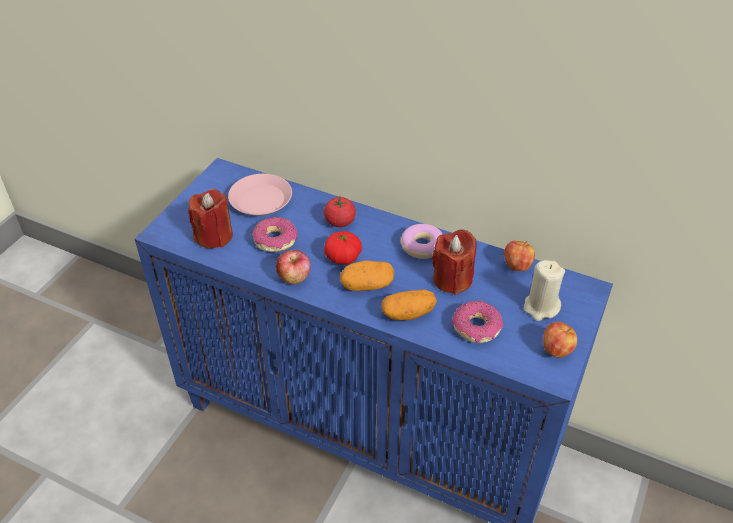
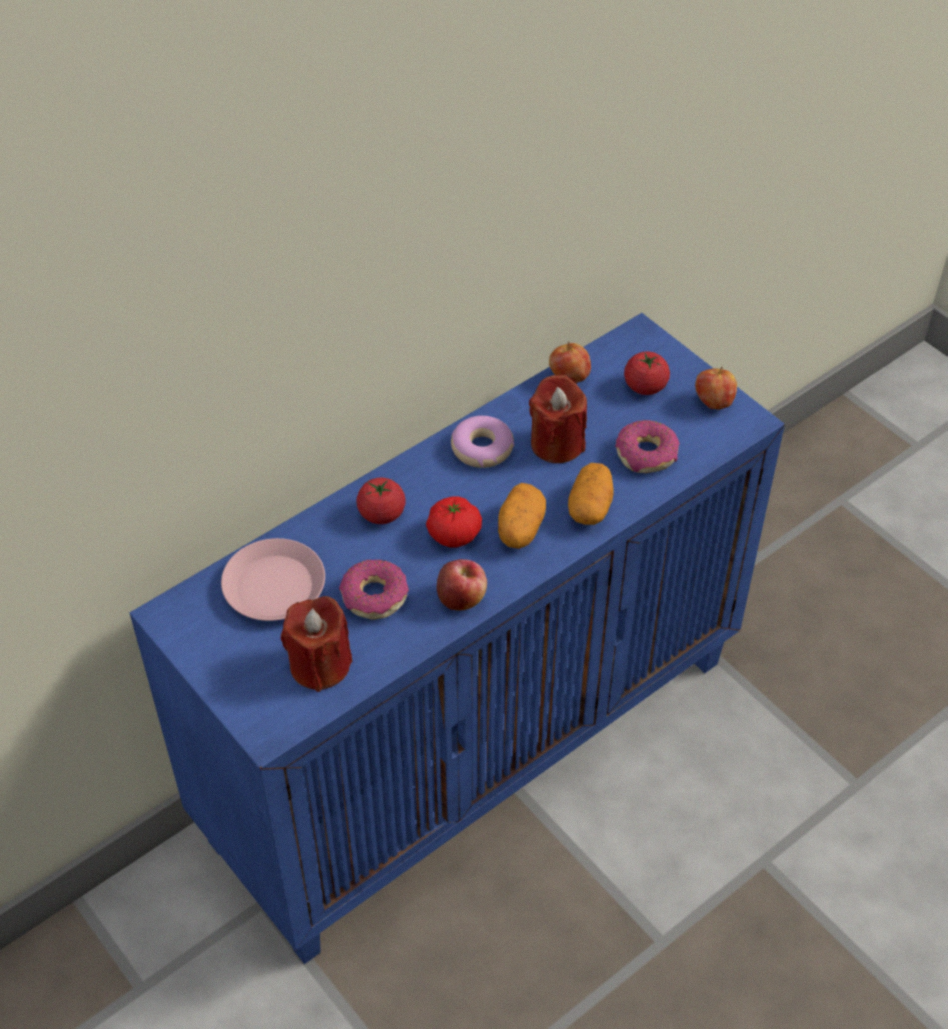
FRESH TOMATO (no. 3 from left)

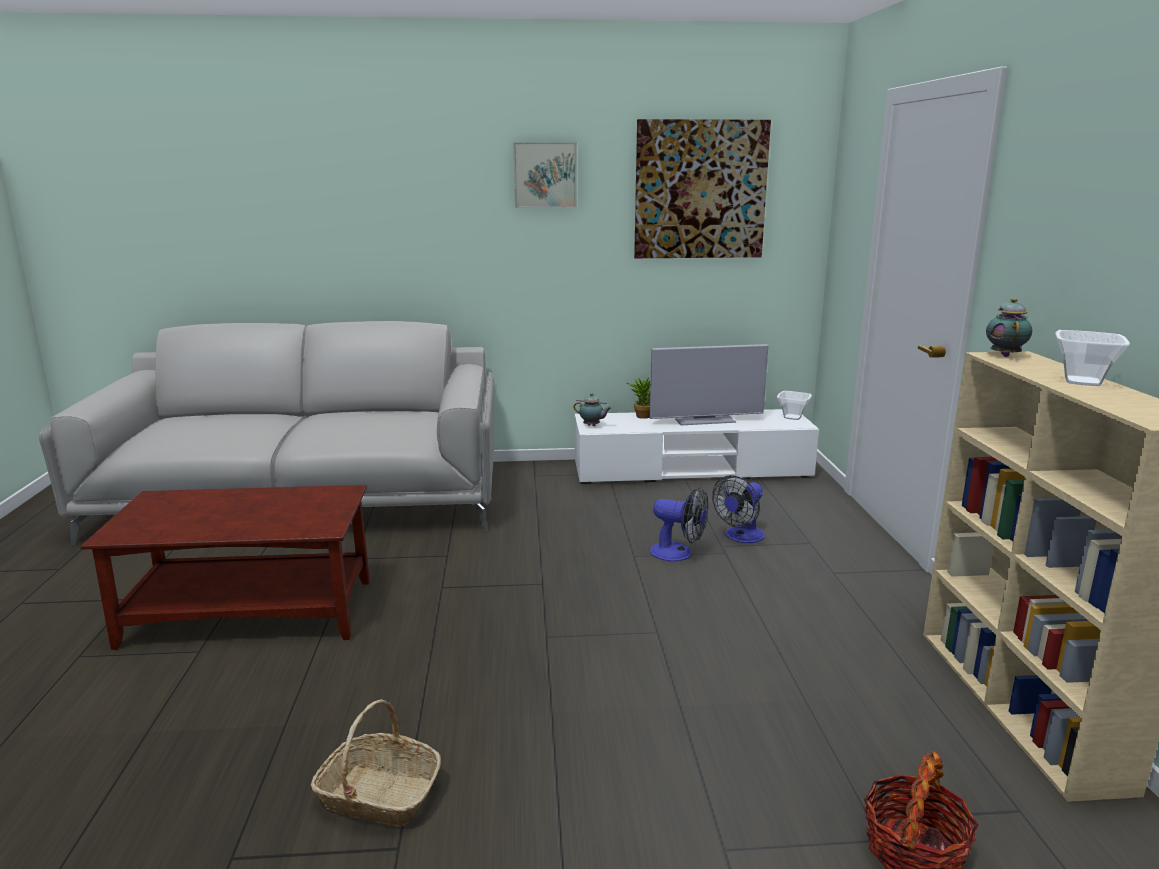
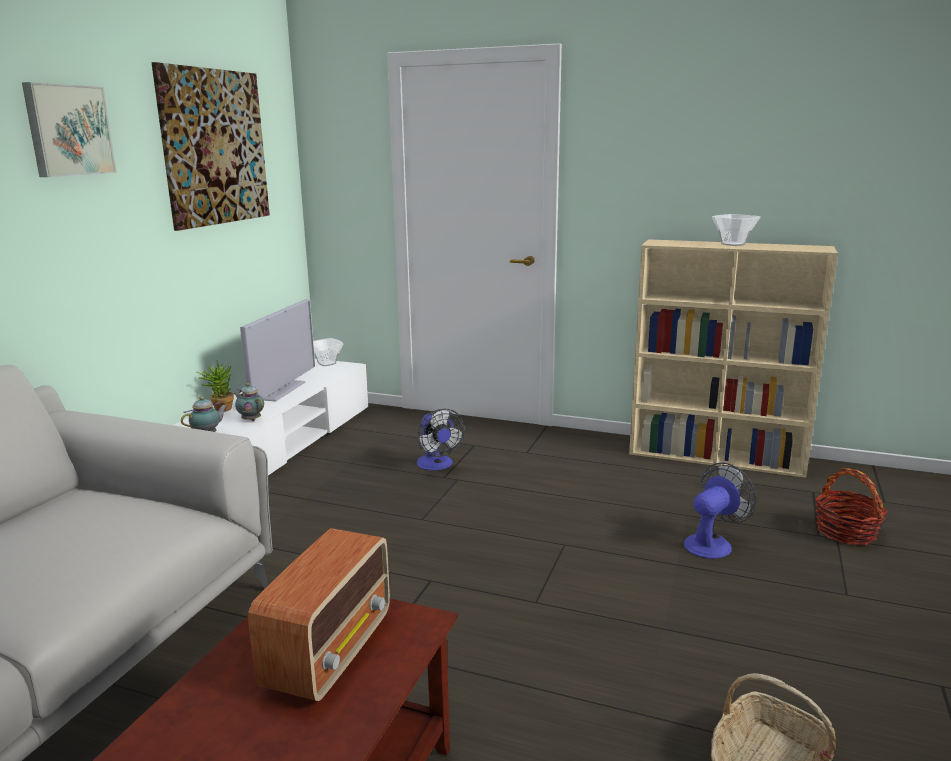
TEAPOT (no. 2 from left)
RADIO
COOLING FAN (no. 2 from left)

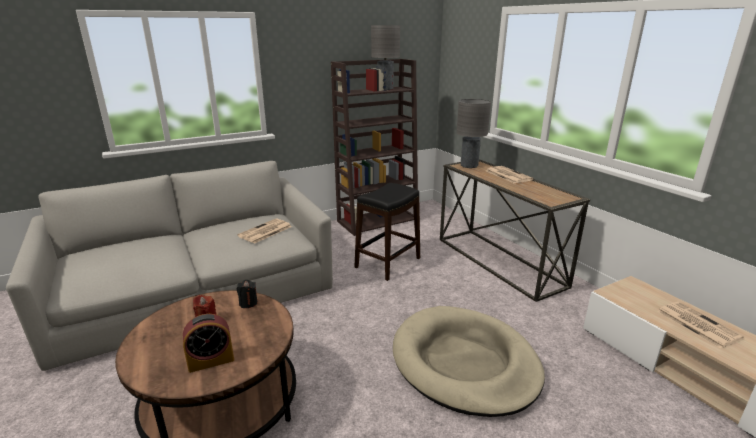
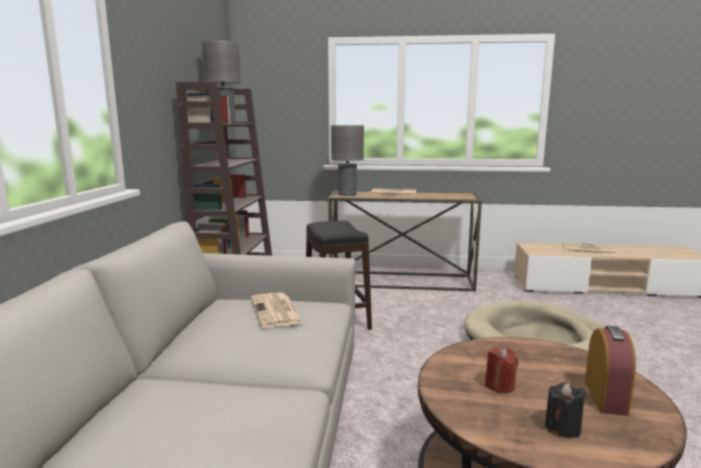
BLACK CANDLE

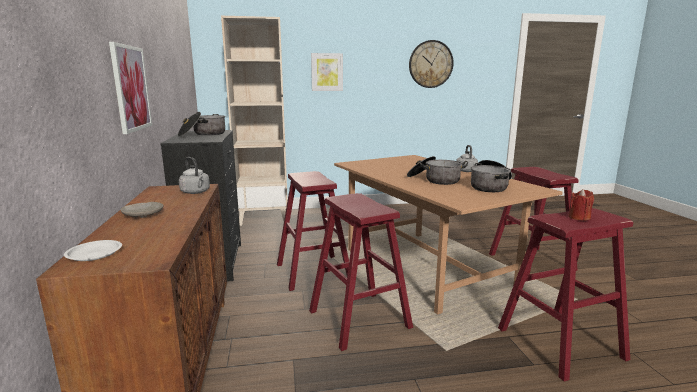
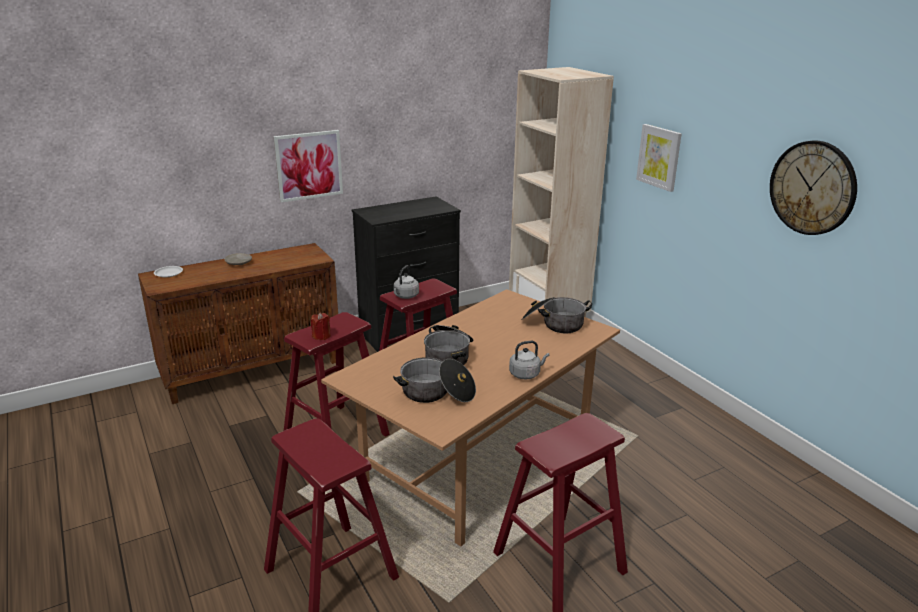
RED-COLOURED CANDLE
GRAY WATER KETTLE (no. 1 from left)
STOCKPOT (no. 3 from left)

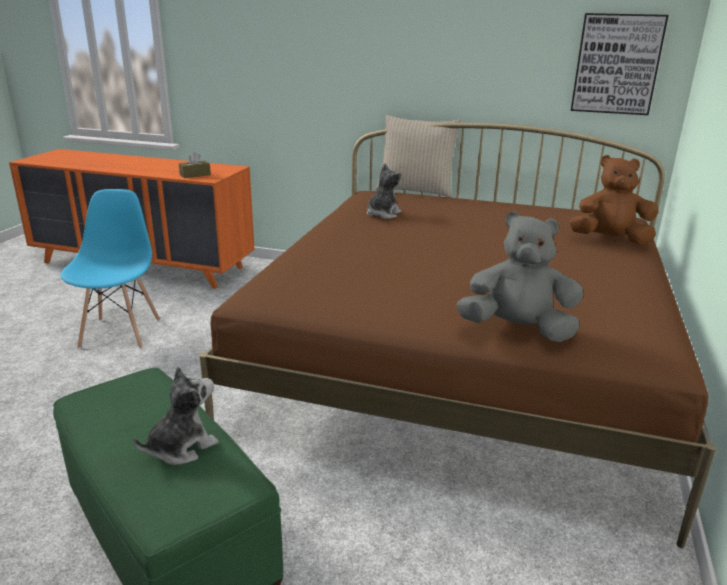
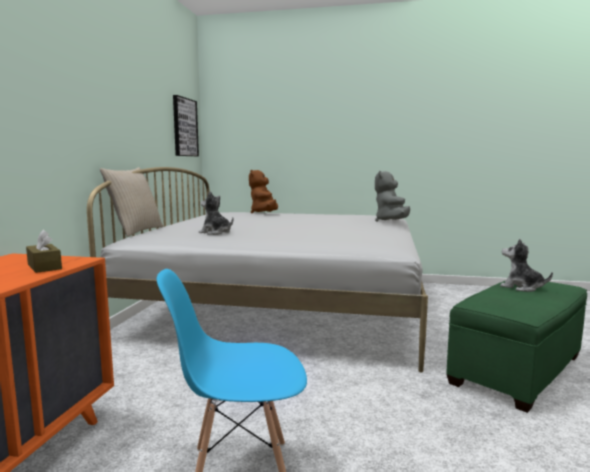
WHITISH SLEEPING BED

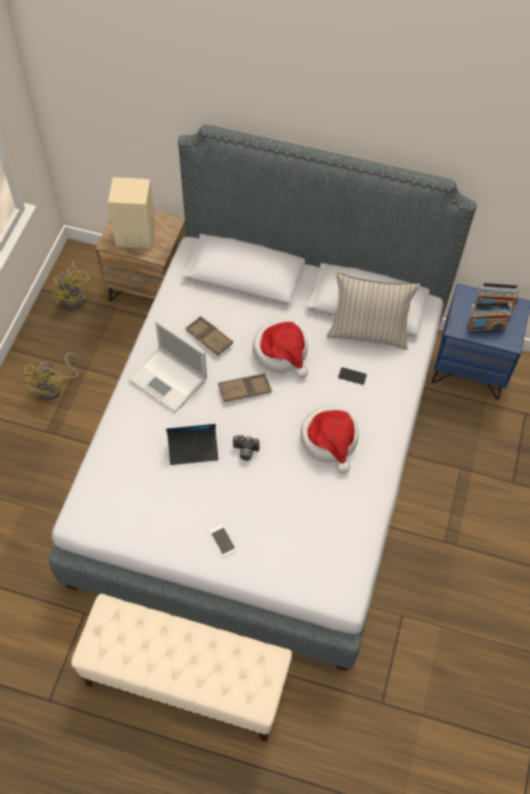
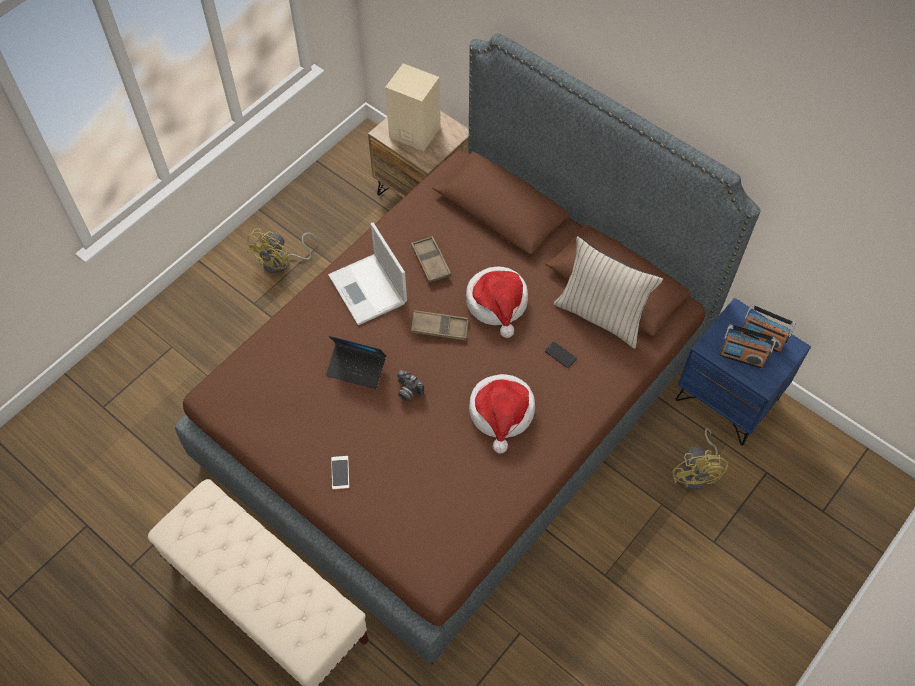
BROWN-COLOURED SLEEPING BED
YELLOWISH COOLING FAN (no. 2 from left)

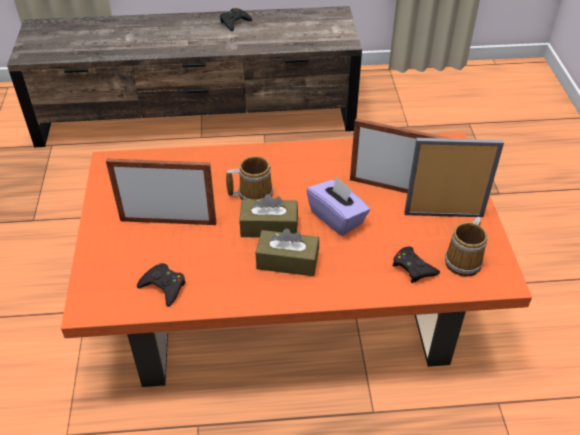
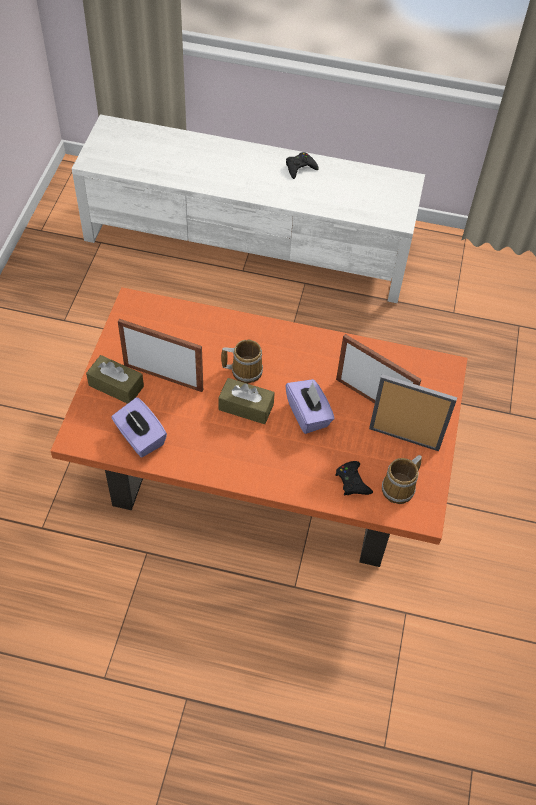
WHITISH MEDIA CONSOLE
BROWN-COLOURED TISSUE HOLDER (no. 1 from left)
PURPLISH TISSUE HOLDER (no. 1 from left)

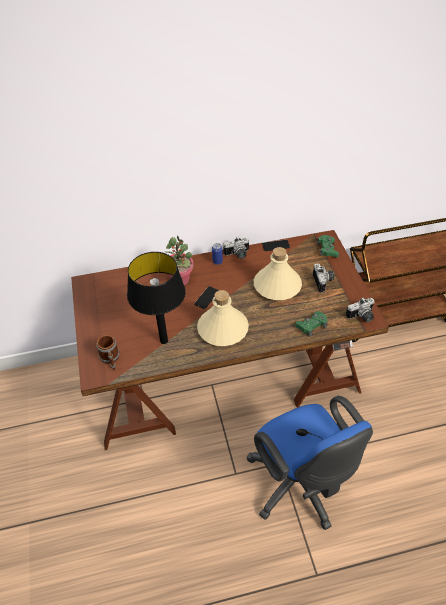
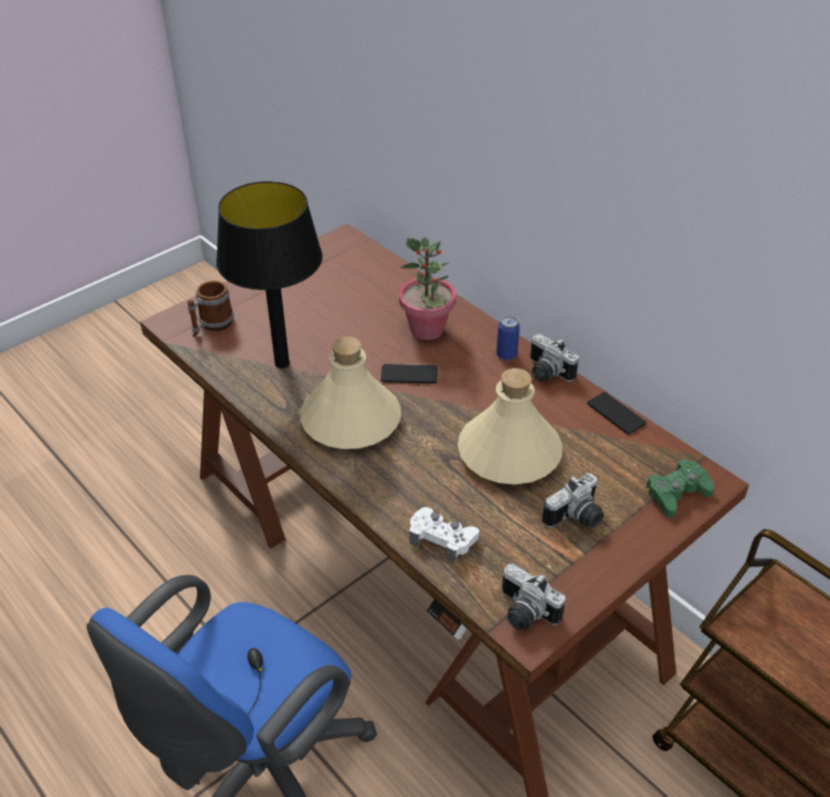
WHITISH GAME CONTROLLER

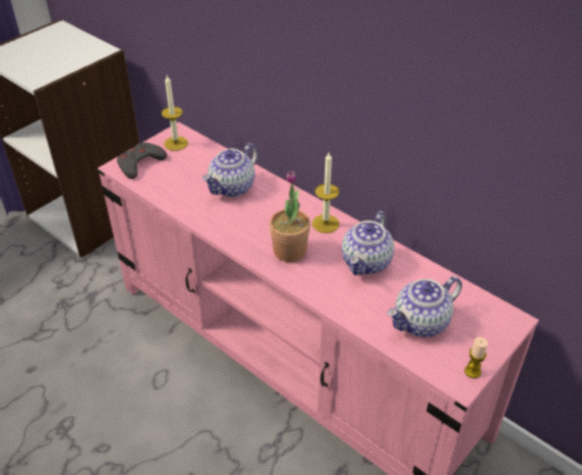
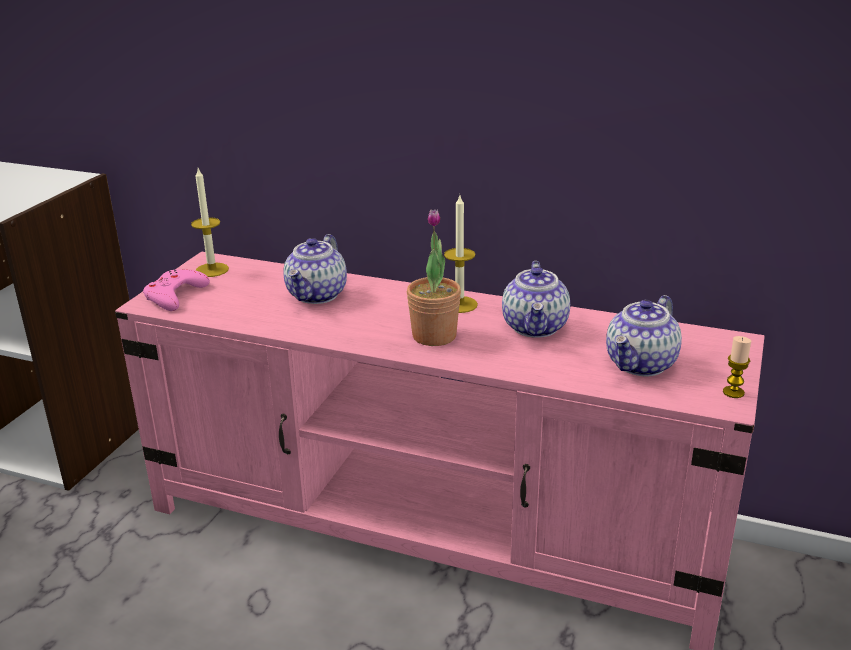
PINK-COLOURED GAME CONTROLLER

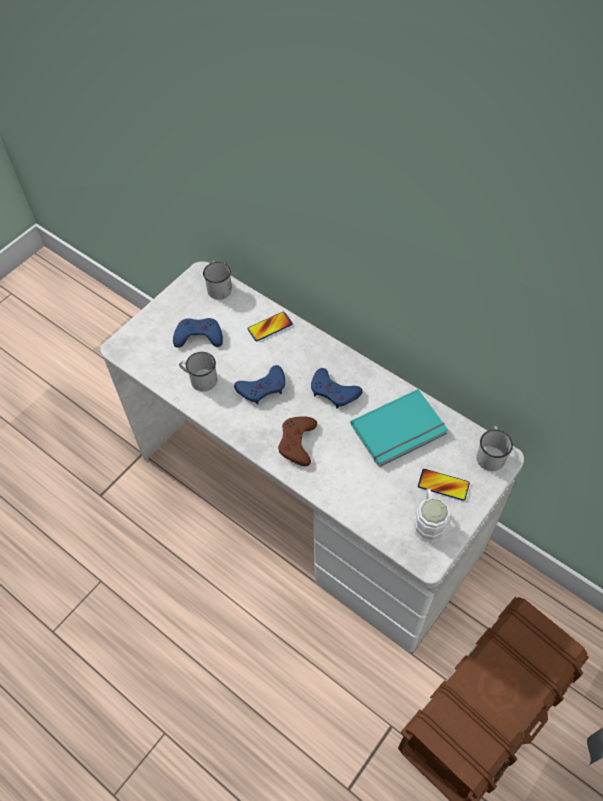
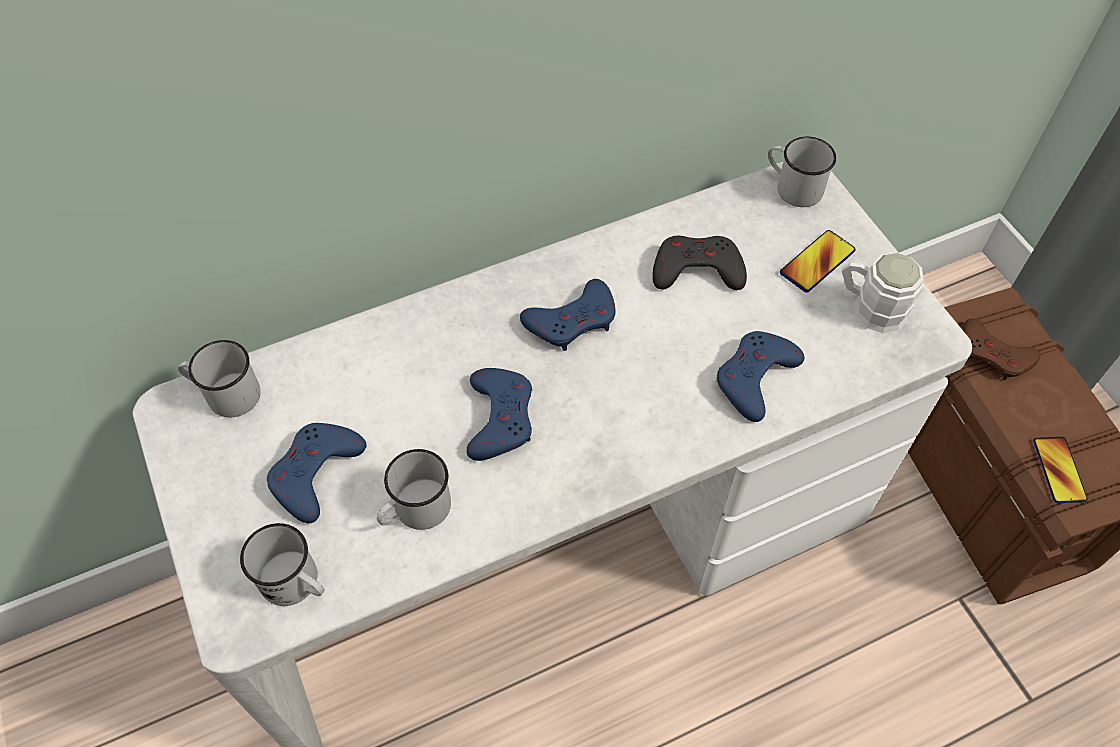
WHITISH TEA MUG (no. 2 from left)
GRAY GAME CONTROLLER
BLUE-COLOURED GAME CONTROLLER (no. 4 from left)
BROWN-COLOURED GAME CONTROLLER
PHONE (no. 2 from left)

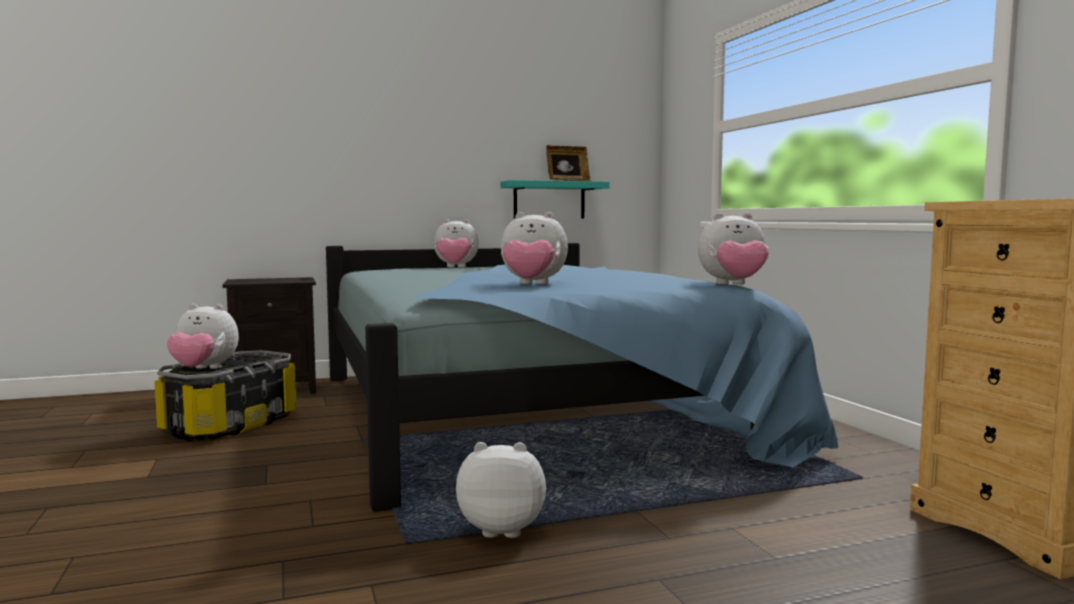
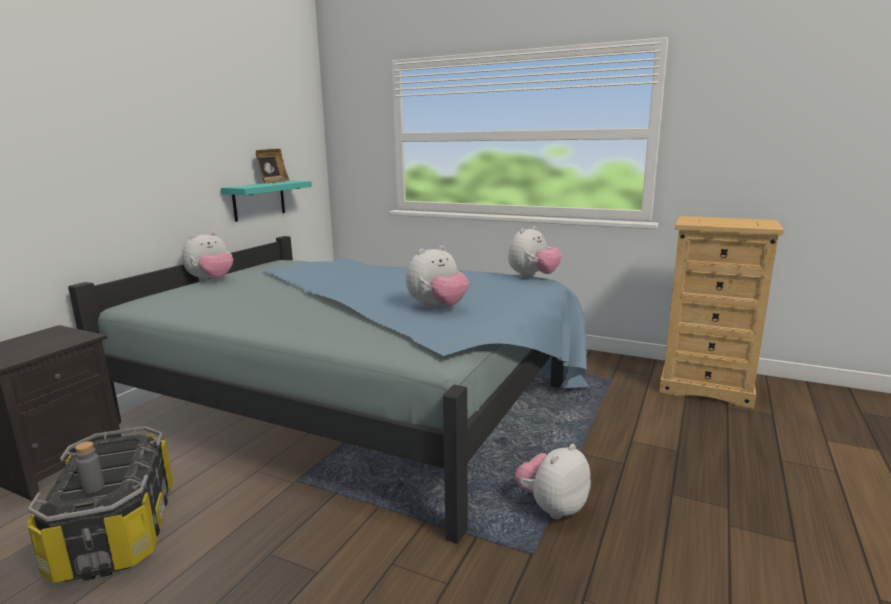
GRAY DRINK BOTTLE

